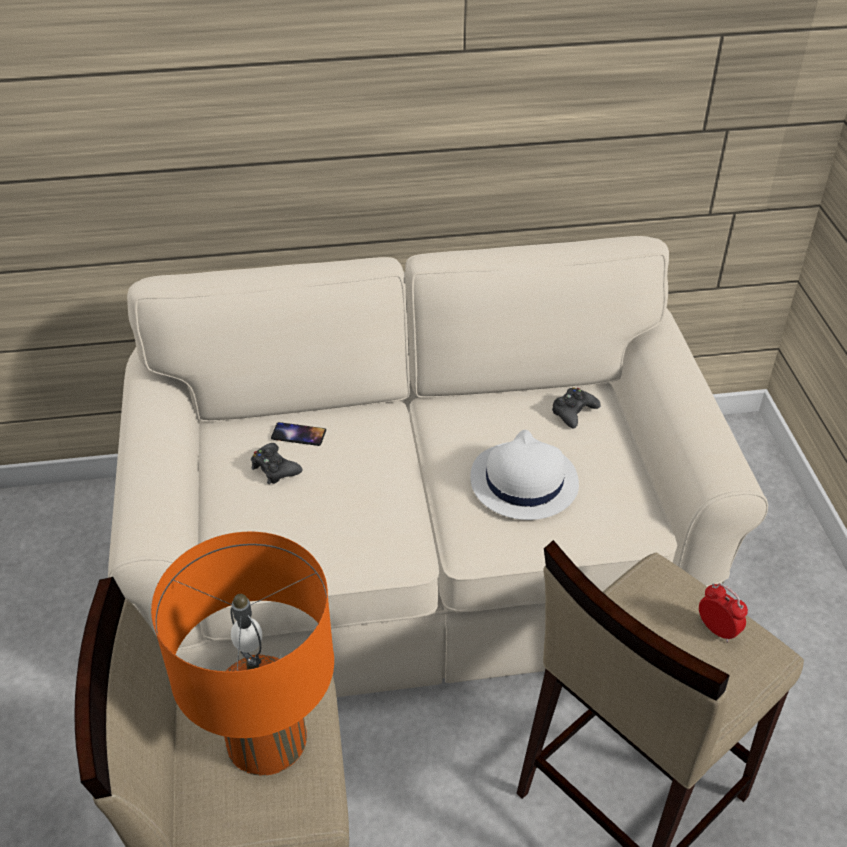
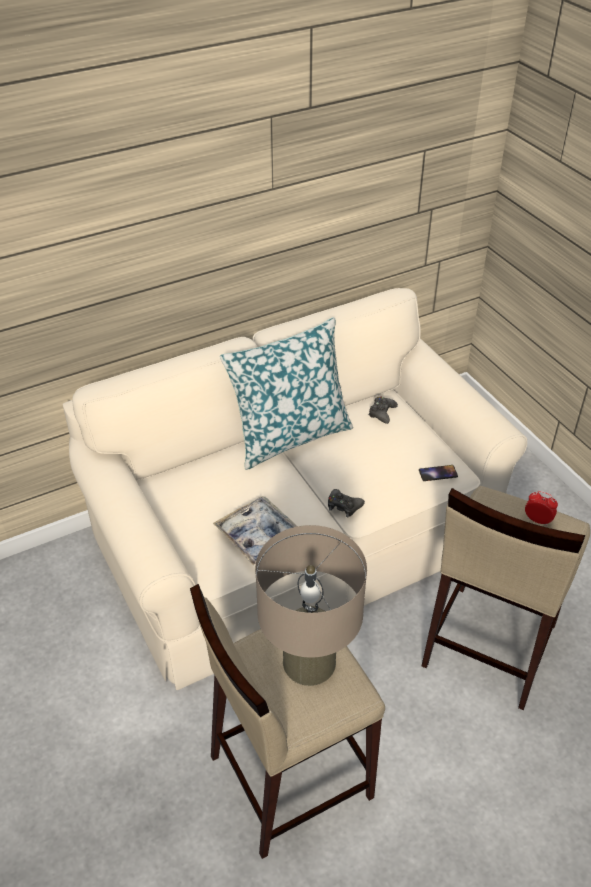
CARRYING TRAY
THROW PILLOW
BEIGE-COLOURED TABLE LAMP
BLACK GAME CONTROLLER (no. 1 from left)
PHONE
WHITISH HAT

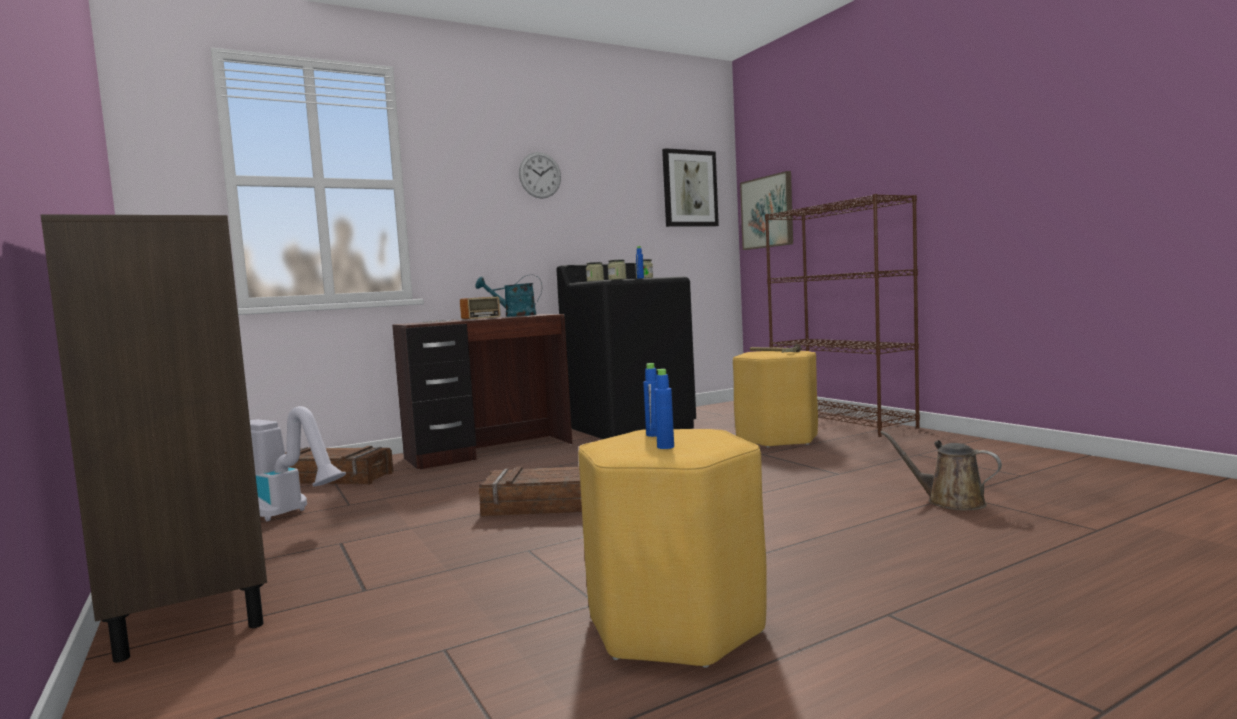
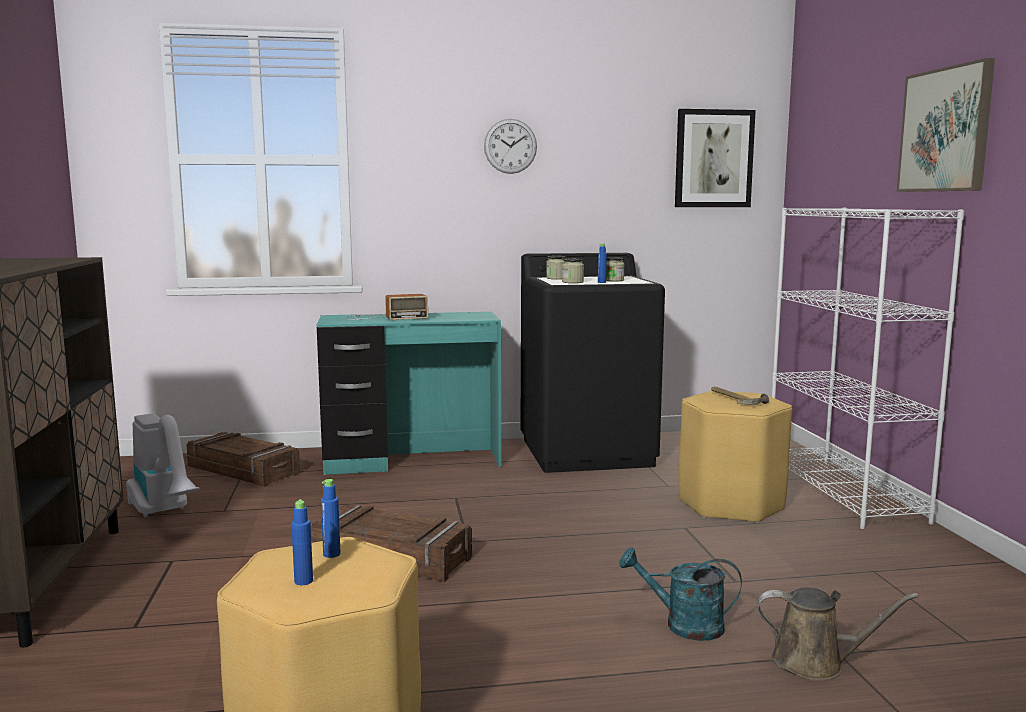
BLUE-GREEN DESK
BLUE-GREEN WATERING CAN
BROWN-COLOURED WATERING CAN
WHITISH SHELVING UNIT
WALL PICTURE (no. 2 from left)

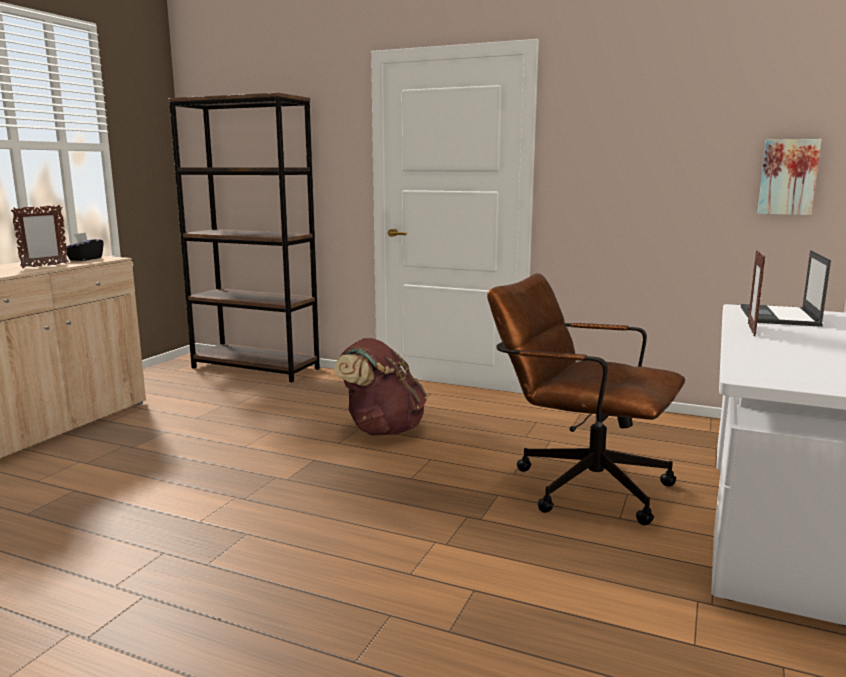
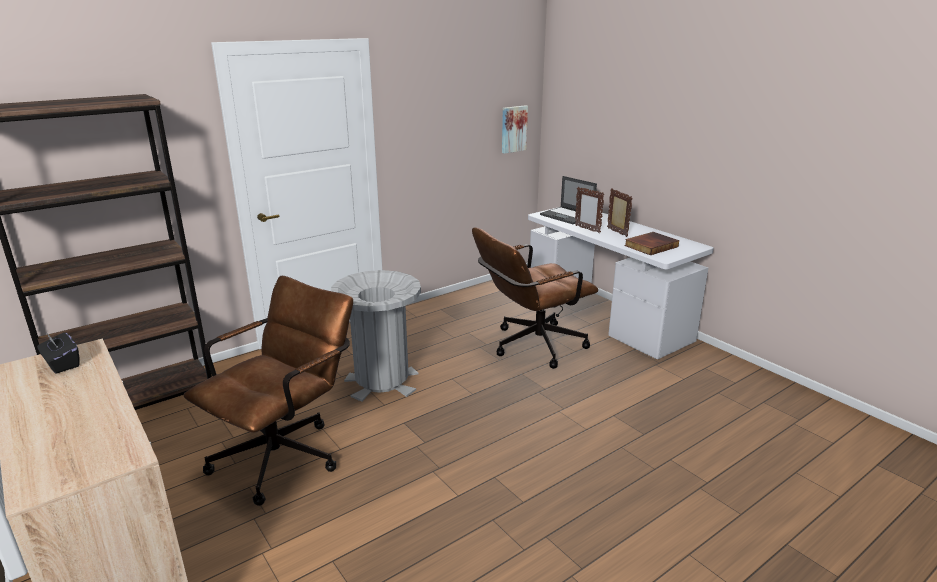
BROWN-COLOURED OFFICE CHAIR (no. 1 from left)
GRAY RUBBISH BIN
PHOTO FRAME (no. 2 from left)
BOOK

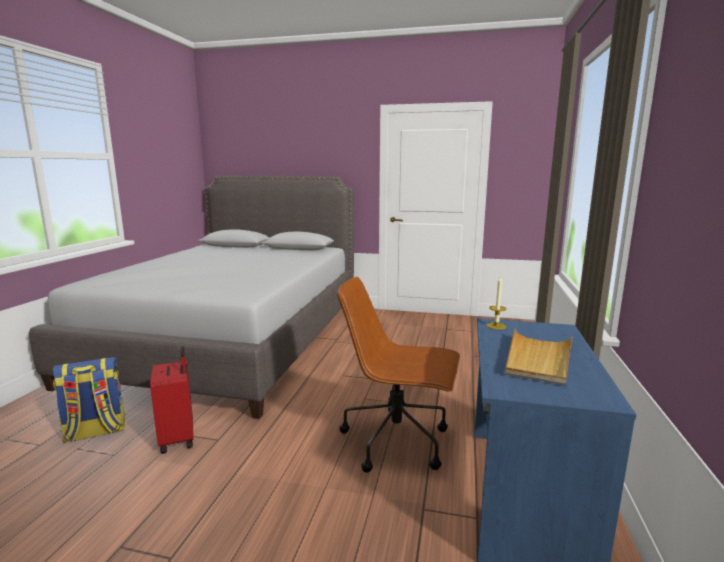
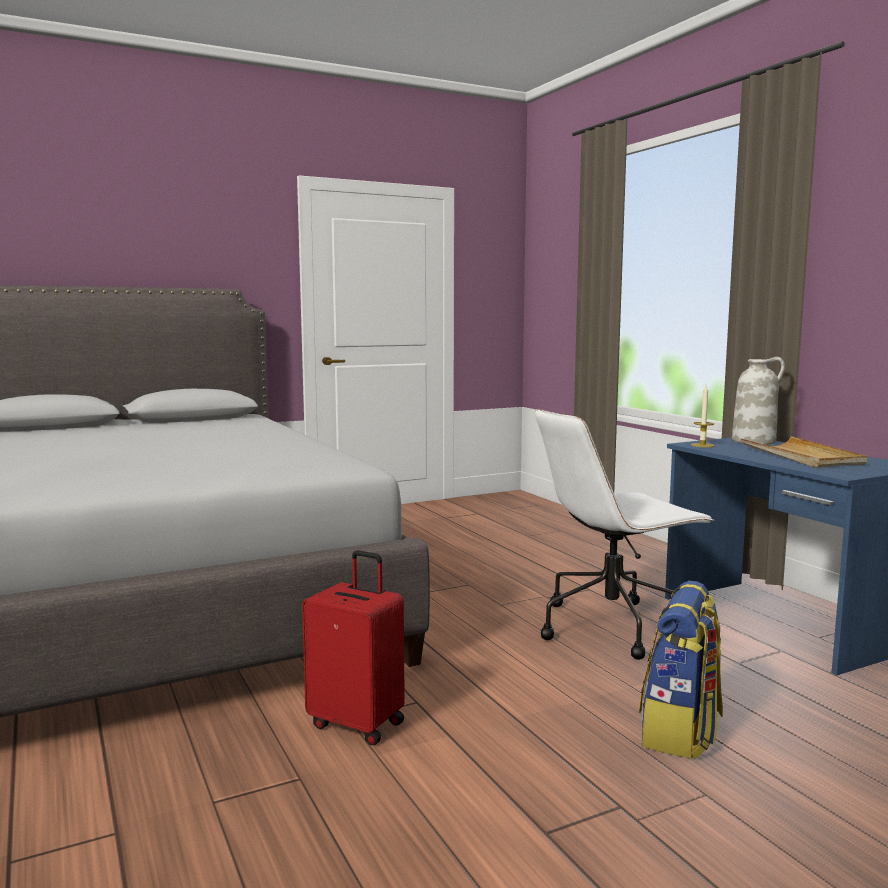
WHITISH OFFICE CHAIR
RUCKSACK
WHITISH VASE

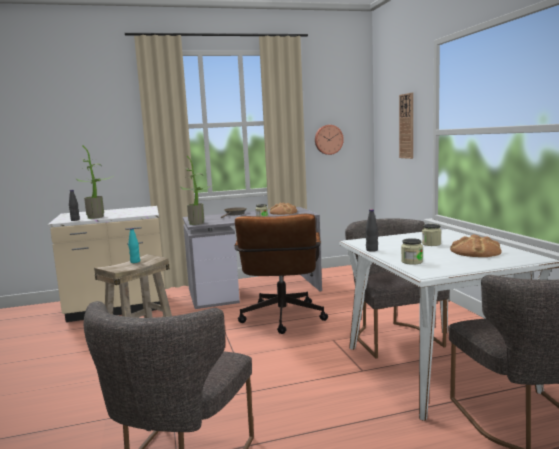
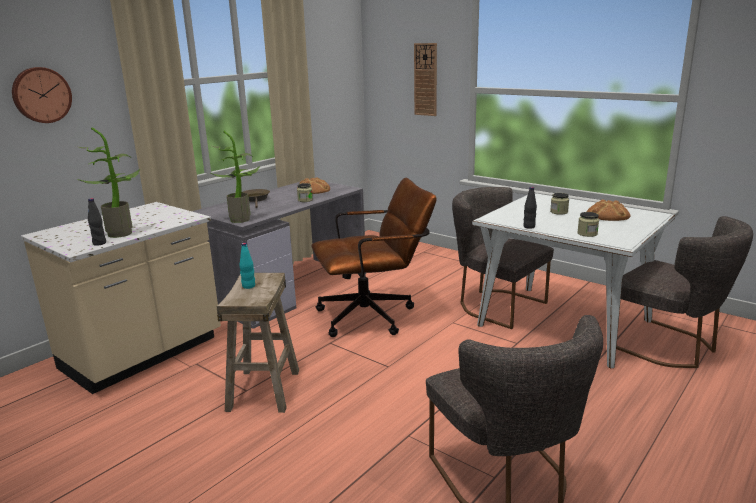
WALL CLOCK (no. 1 from left)
BROWN-COLOURED OFFICE CHAIR

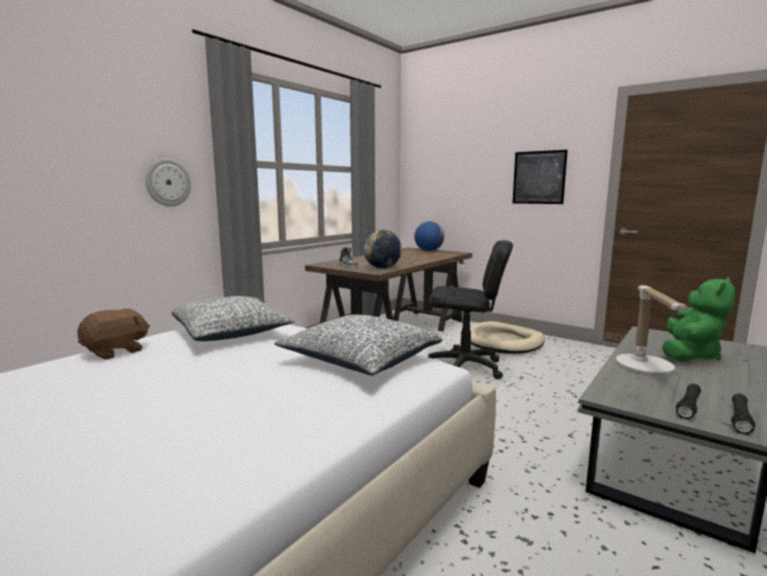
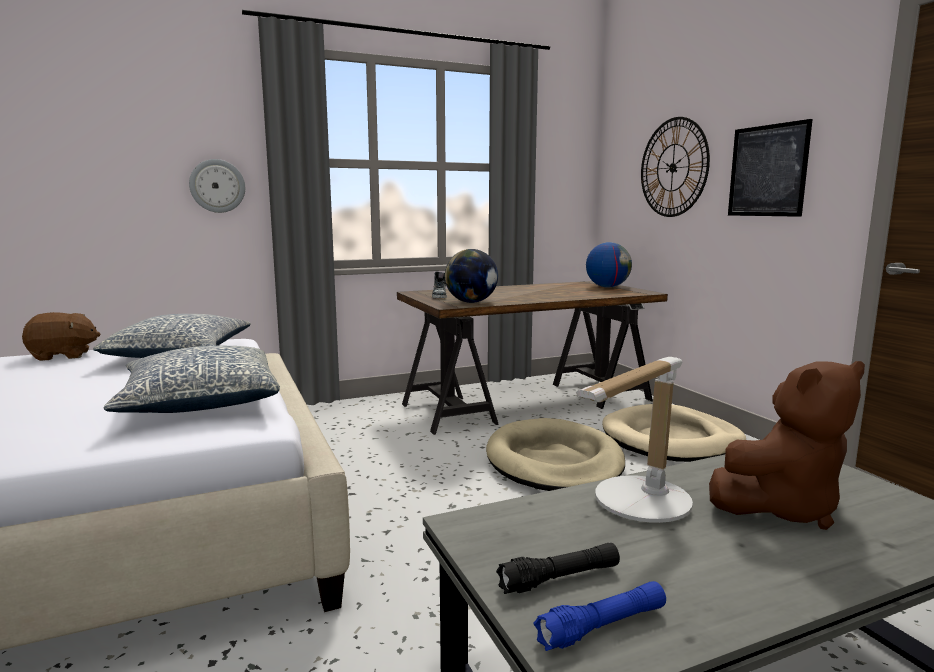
BEIGE-COLOURED DOG CUSHION (no. 1 from left)
BLUE-COLOURED FLASHLIGHT
WALL CLOCK (no. 2 from left)
BROWN-COLOURED PLUSH TOY (no. 2 from left)

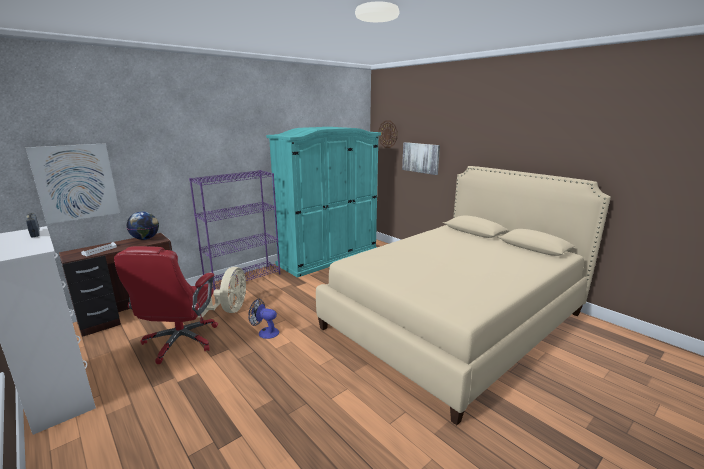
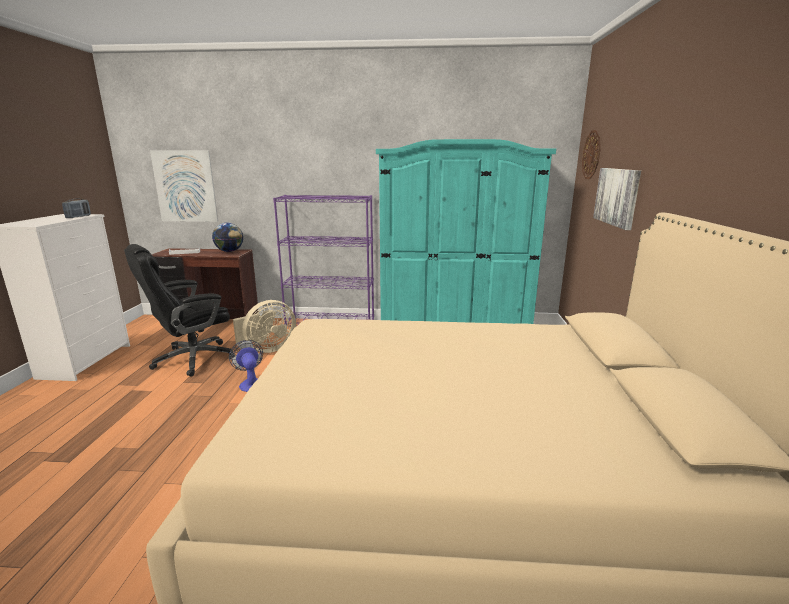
BLACK OFFICE CHAIR

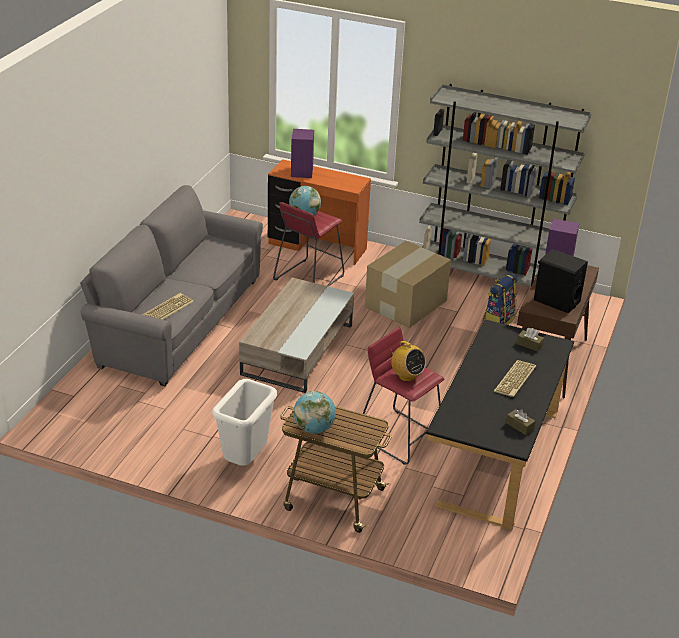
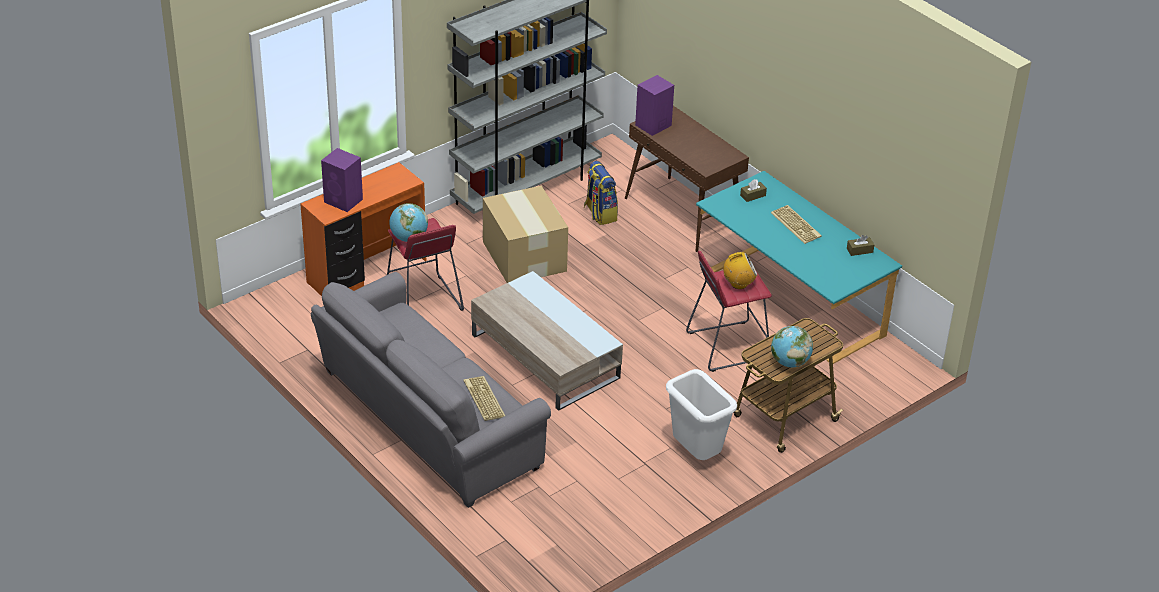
BLUE-GREEN DESK
BLACK SPEAKER

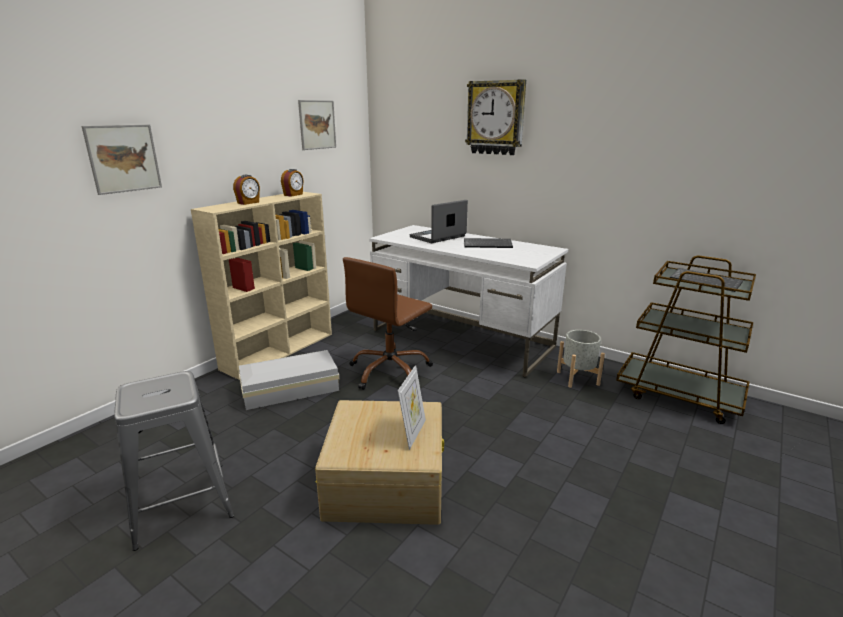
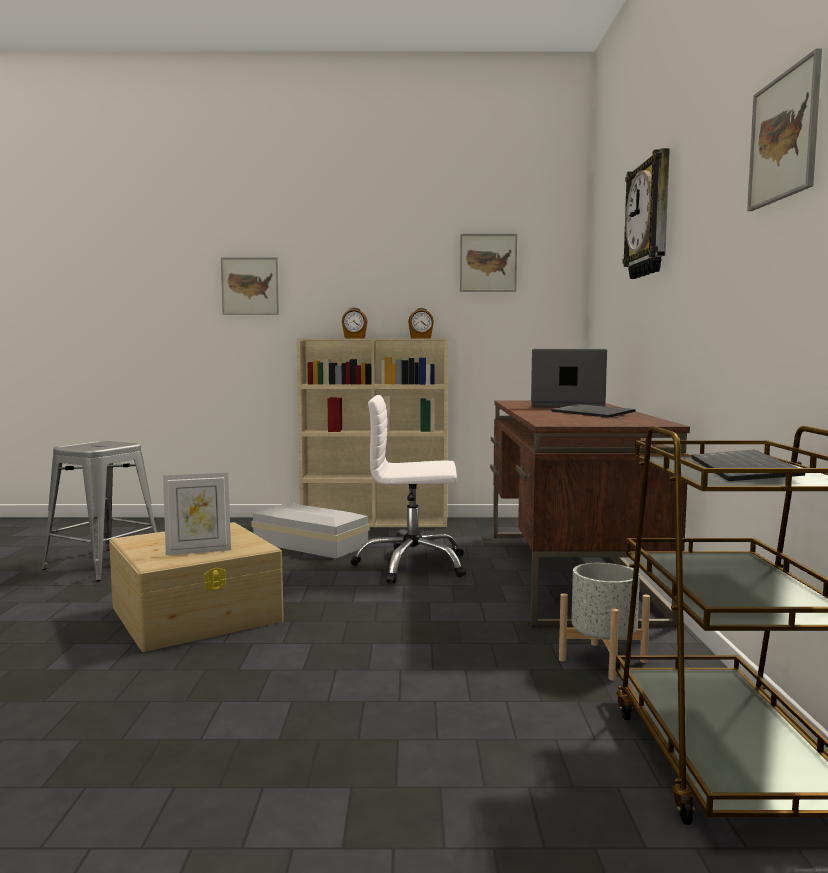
WHITISH OFFICE CHAIR
BROWN-COLOURED DESK
WALL PICTURE (no. 3 from left)

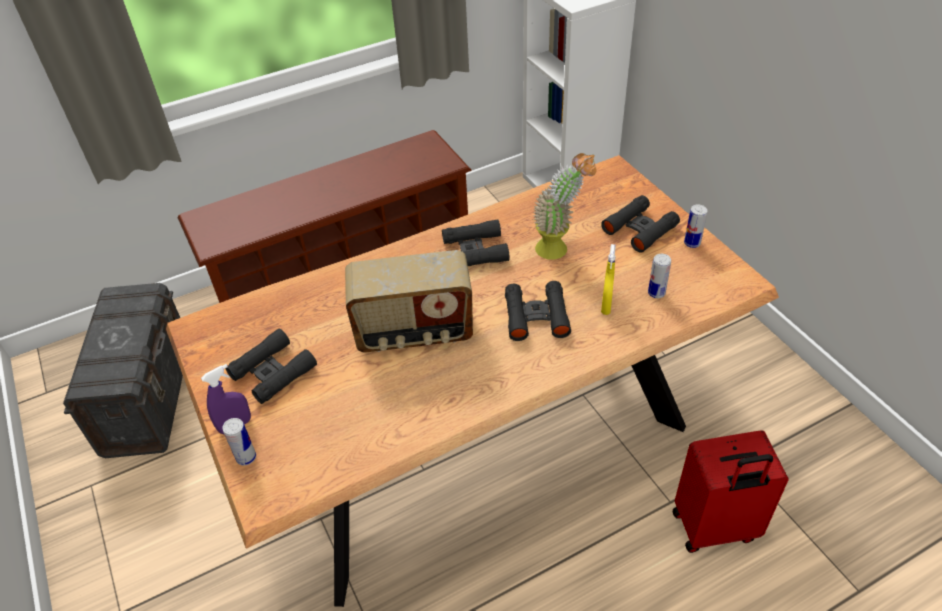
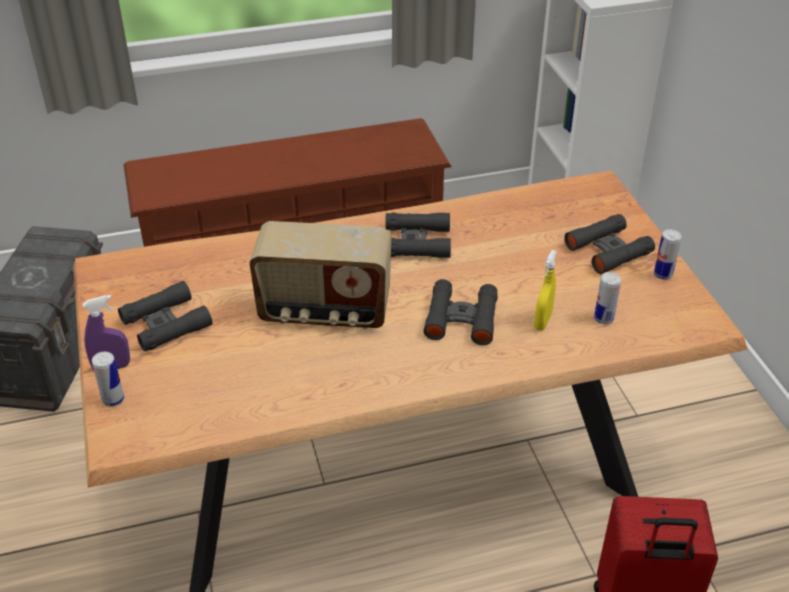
PLANT IN A POT

